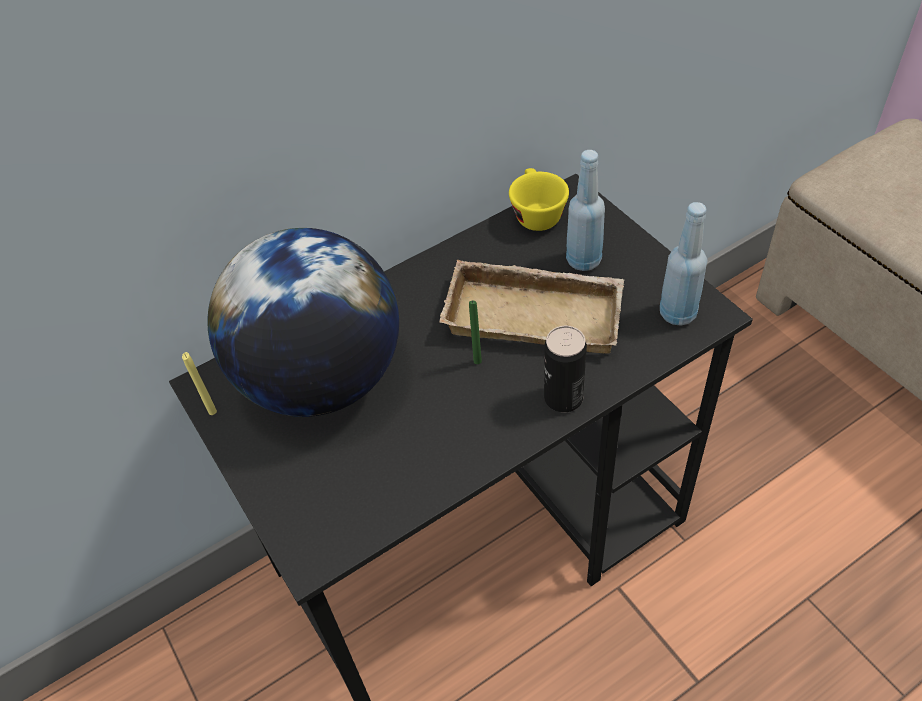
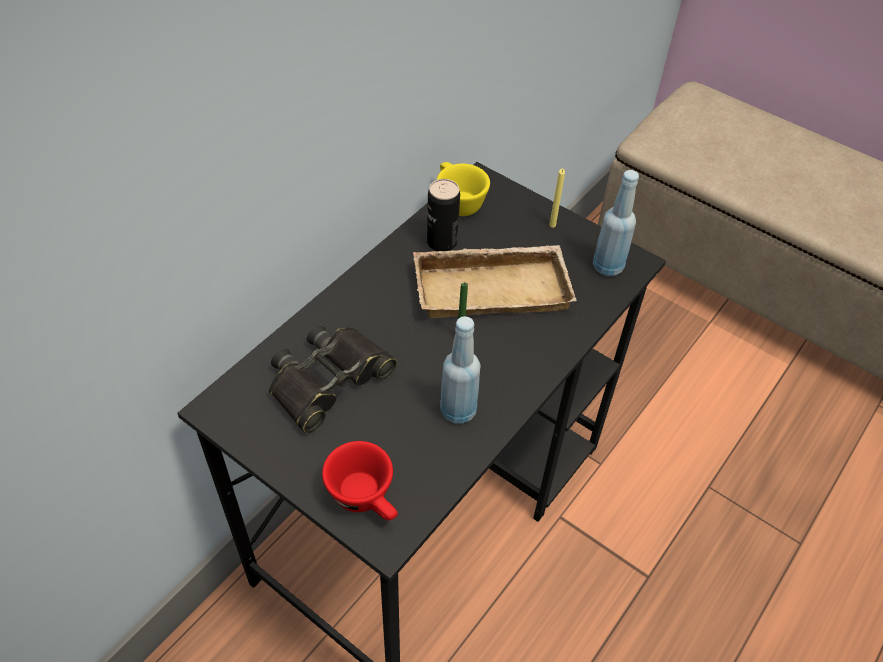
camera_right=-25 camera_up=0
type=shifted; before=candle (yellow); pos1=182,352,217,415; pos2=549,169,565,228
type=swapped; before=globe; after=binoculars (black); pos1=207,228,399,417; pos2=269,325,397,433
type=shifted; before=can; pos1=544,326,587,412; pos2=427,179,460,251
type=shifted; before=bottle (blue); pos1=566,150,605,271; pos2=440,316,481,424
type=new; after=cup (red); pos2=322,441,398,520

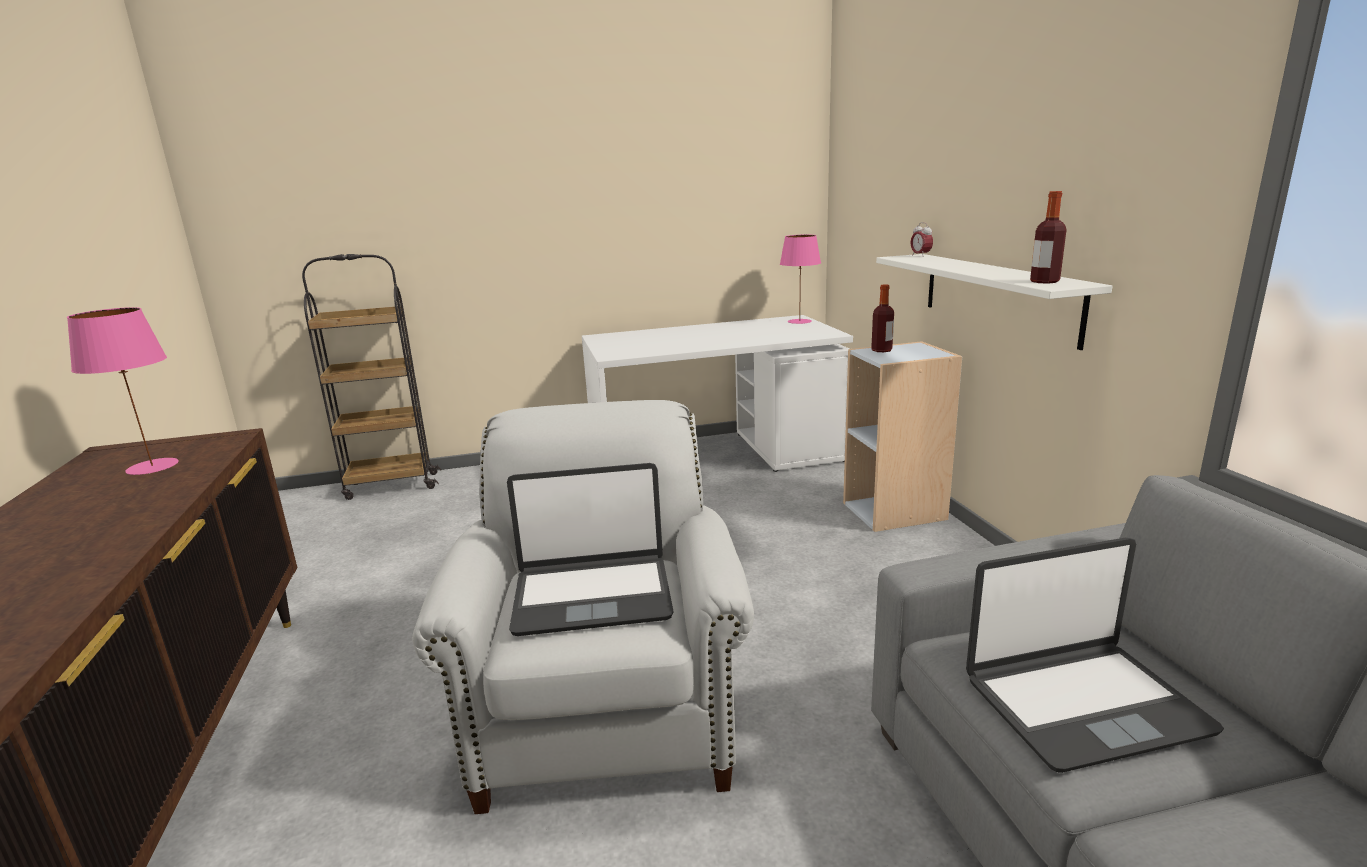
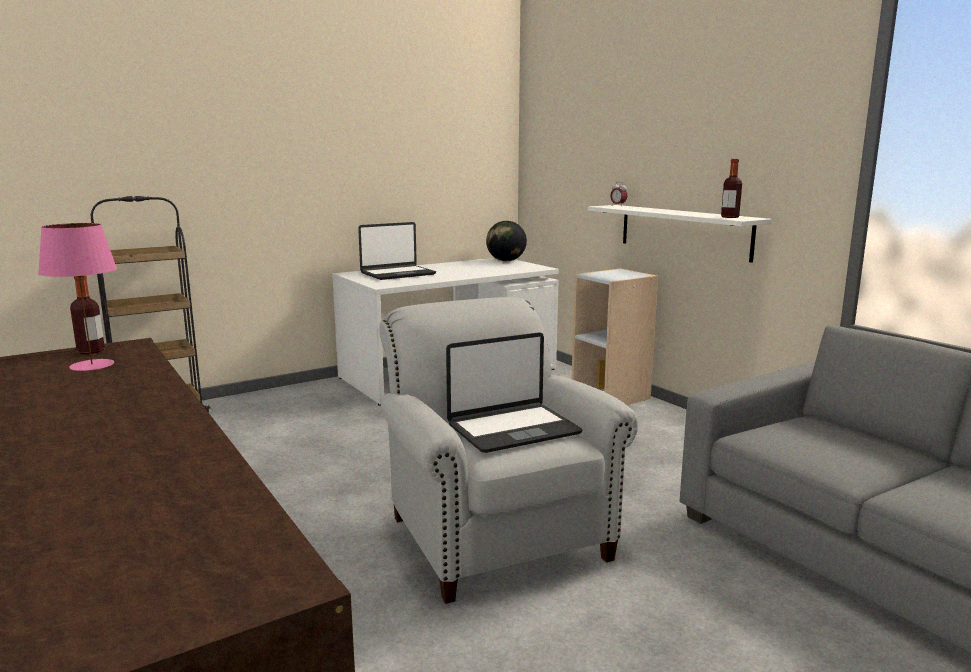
camera_right=-20 camera_up=-5
type=swapped; before=table lamp (pink); after=globe; pos1=780,234,821,324; pos2=486,221,527,261
type=shifted; before=bottle; pos1=871,284,894,352; pos2=70,275,105,354
type=shifted; before=laptop; pos1=966,538,1224,773; pos2=358,222,436,280

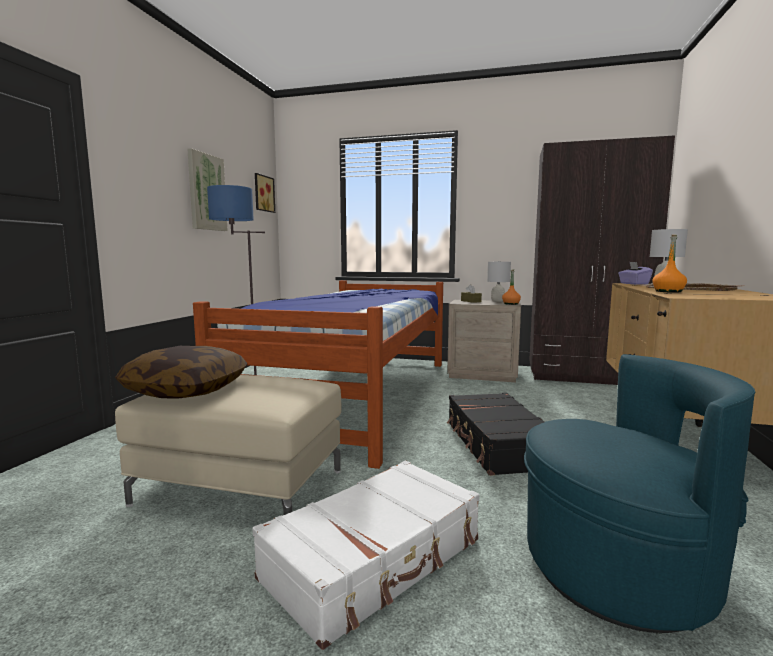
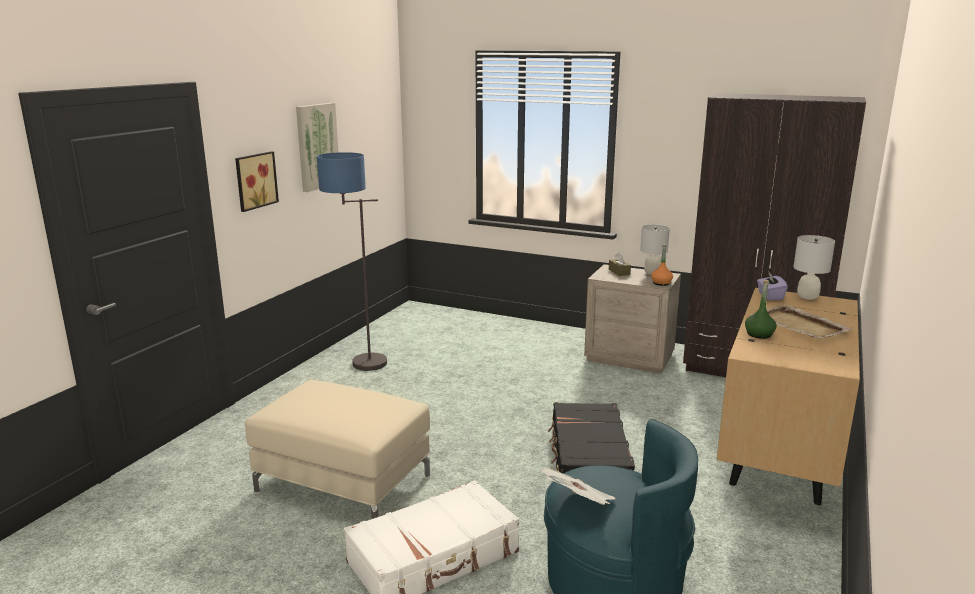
camera_right=10 camera_up=10
type=gone; before=pillow; pos1=115,346,248,398
type=gone; before=bed; pos1=193,280,443,469
type=shifted; before=picture; pos1=255,173,275,213; pos2=235,151,279,212
type=repainted; before=bottle (orange); after=bottle (green); pos1=653,234,687,293; pos2=745,280,777,339
type=new; after=newspaper; pos2=541,468,616,505

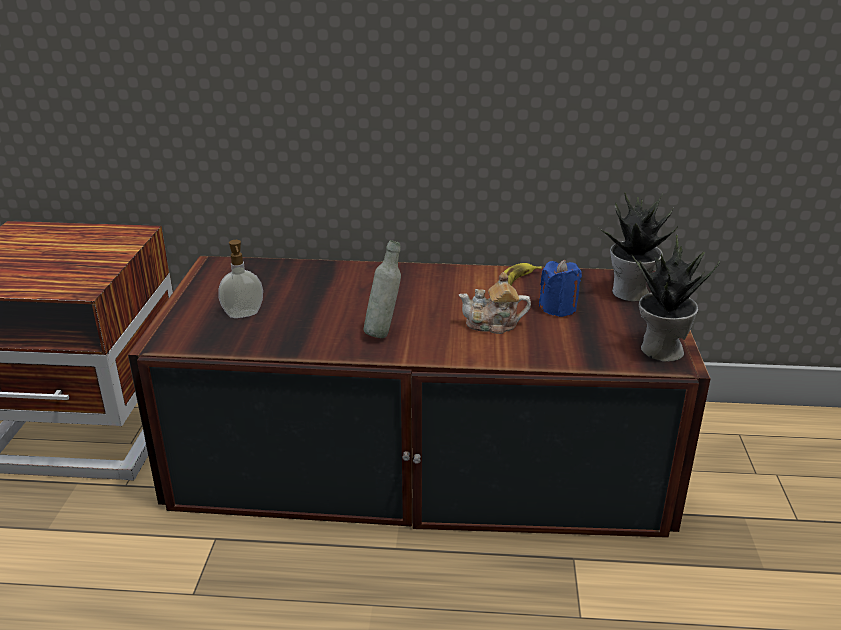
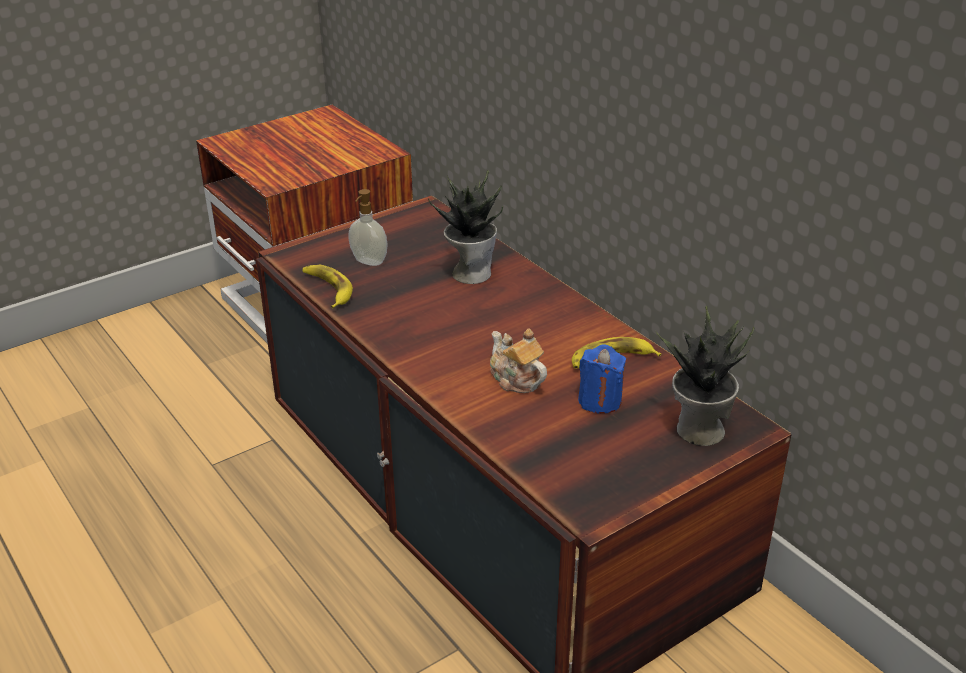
camera_right=50 camera_up=5
type=gone; before=bottle (grey); pos1=364,240,401,338
type=shifted; before=potted plant; pos1=632,234,720,362; pos2=428,170,503,284
type=new; after=banana; pos2=302,265,353,308

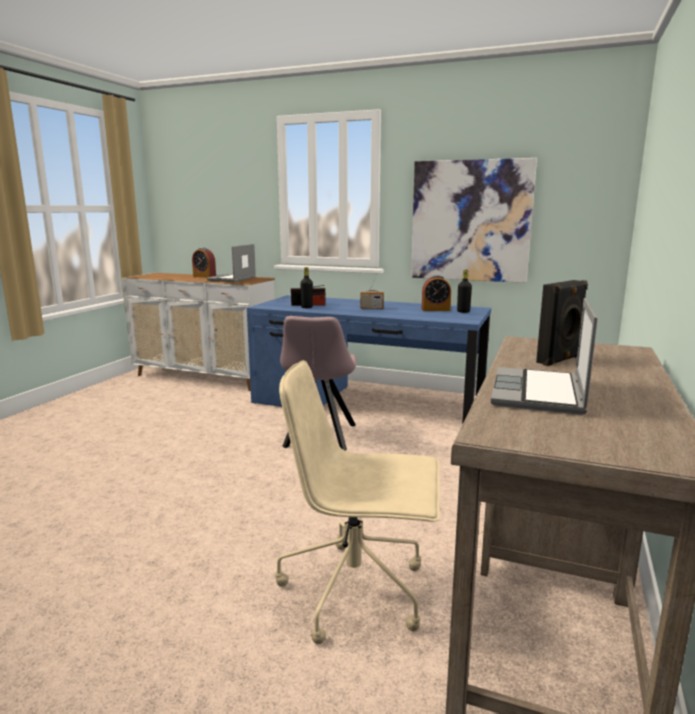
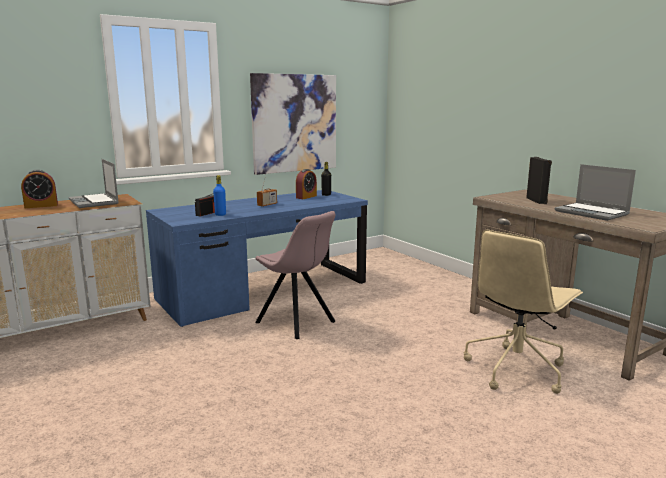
camera_right=-55 camera_up=0
type=repainted; before=bottle (black); after=bottle (blue); pos1=300,267,313,308; pos2=213,175,226,216

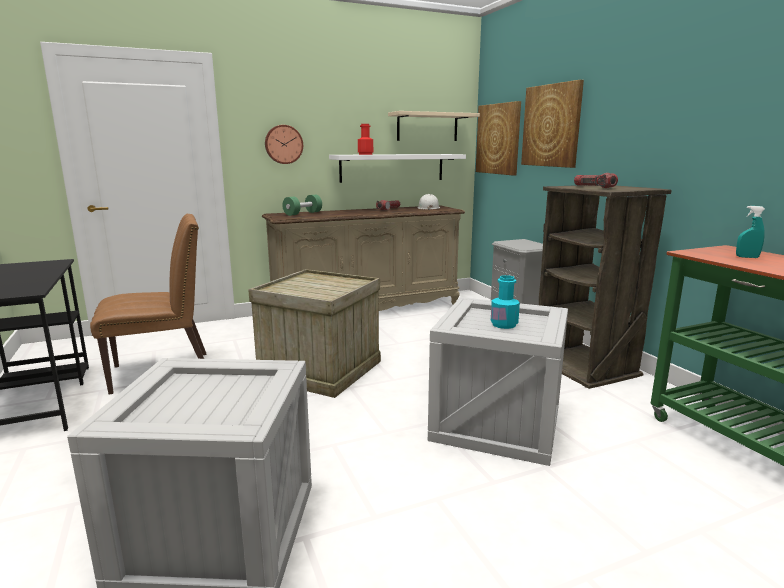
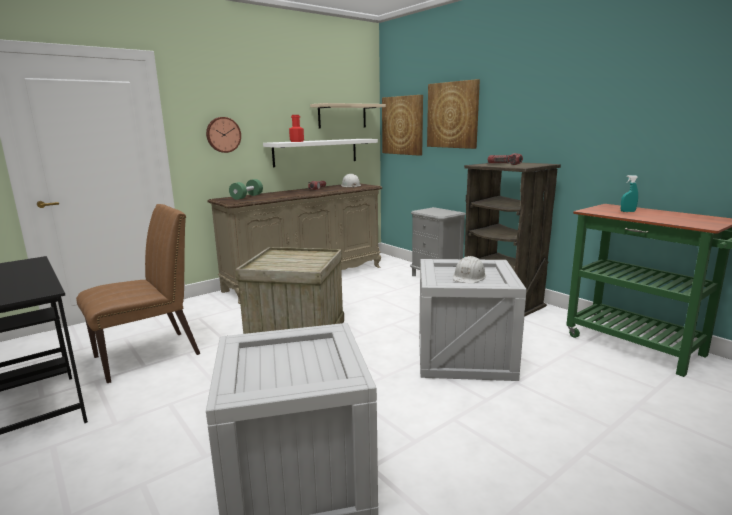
camera_right=-15 camera_up=0
type=swapped; before=bottle (turquoise); after=hard hat (white); pos1=491,275,520,329; pos2=453,256,486,283

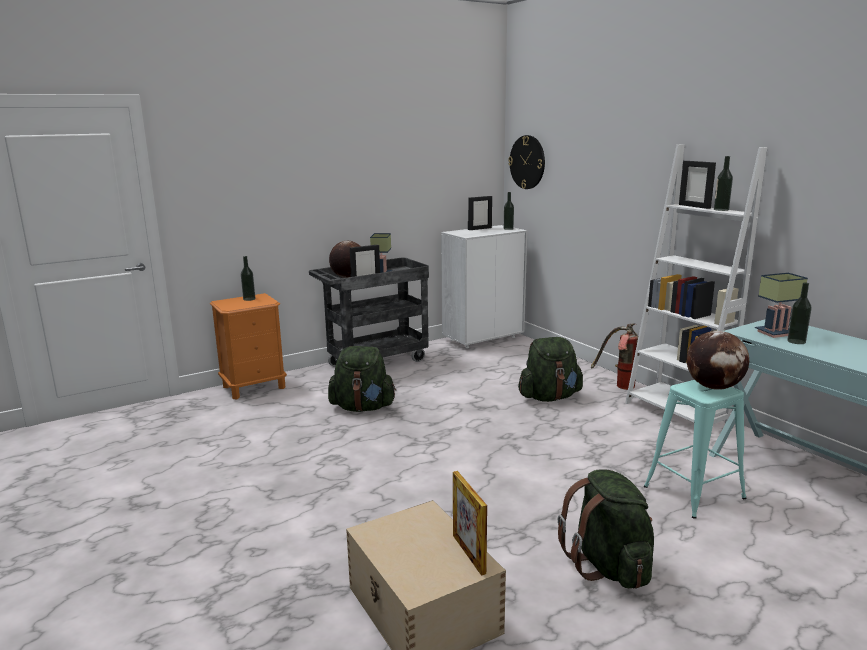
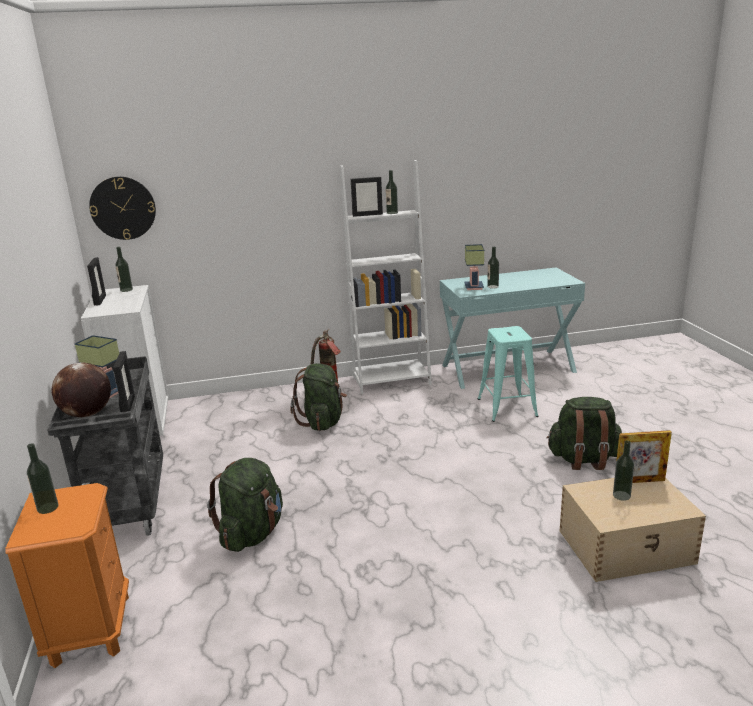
camera_right=-70 camera_up=5
type=gone; before=globe; pos1=687,331,750,390
type=new; after=bottle; pos2=613,441,634,501

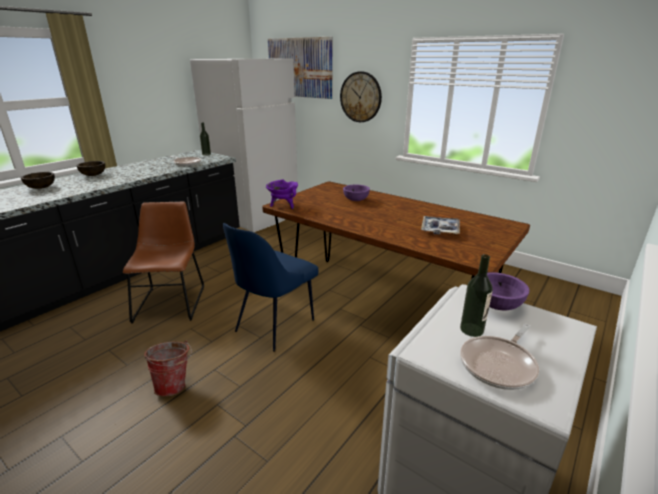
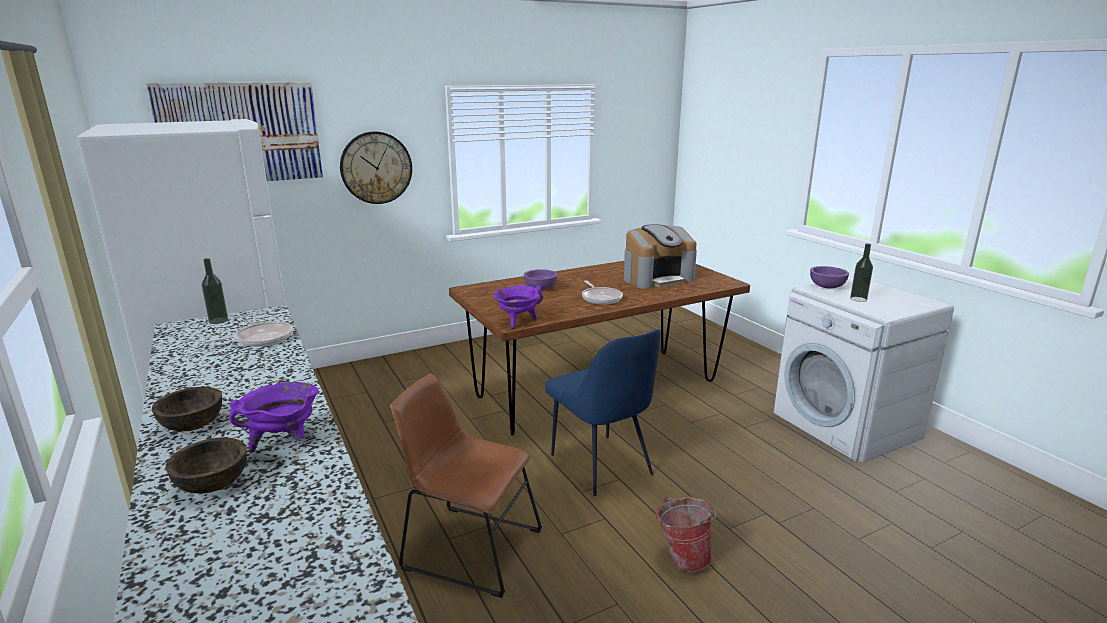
camera_right=-65 camera_up=-5
type=swapped; before=tray; after=coffee machine; pos1=421,216,460,234; pos2=624,224,697,289
type=shifted; before=frying pan; pos1=460,324,539,390; pos2=582,280,623,304
type=new; after=cooking pot (purple); pos2=229,382,319,453

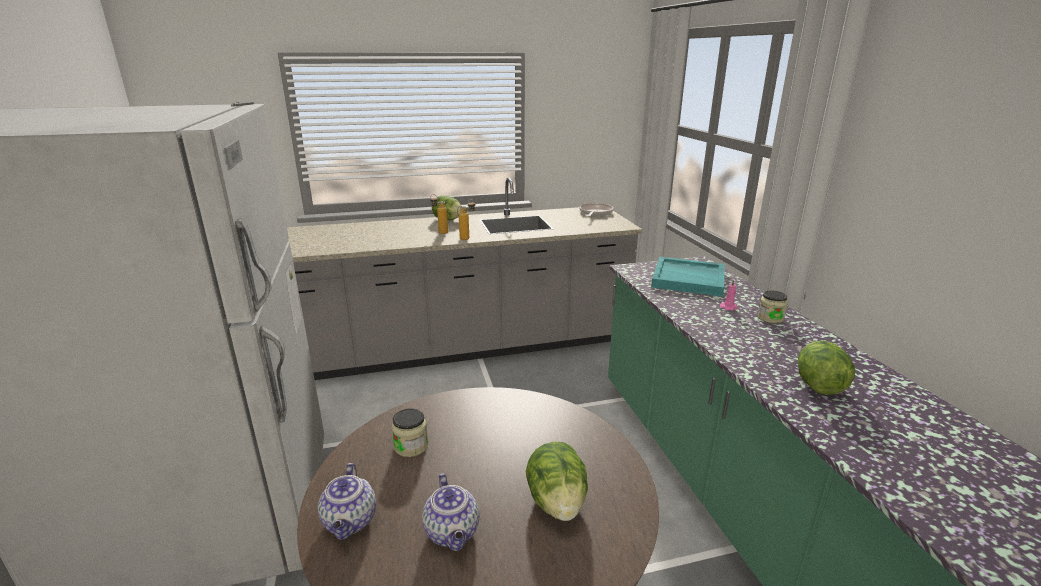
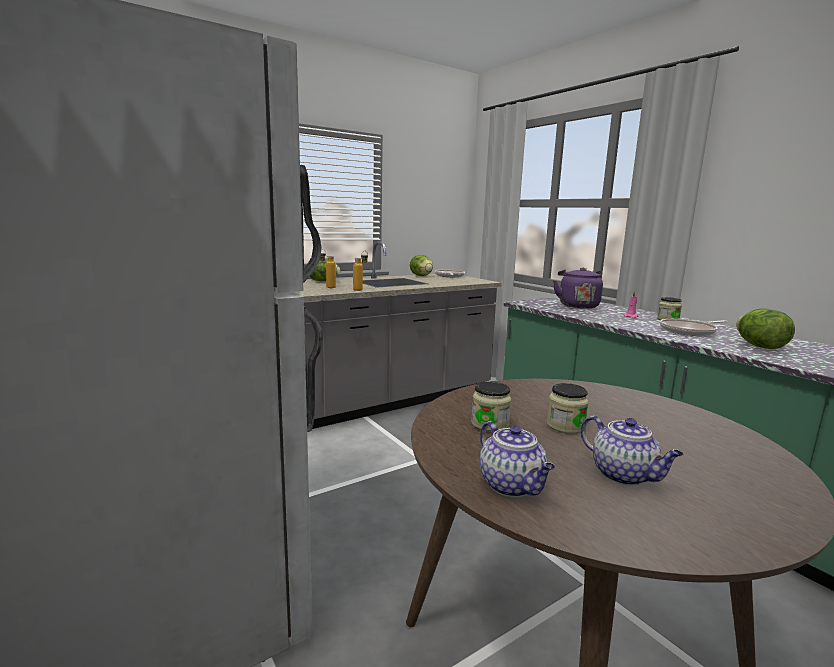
camera_right=-20 camera_up=-10
type=shifted; before=lettuce; pos1=526,442,588,521; pos2=410,255,433,276
type=swapped; before=tray (turquoise); after=kettle (purple); pos1=651,257,725,297; pos2=553,268,603,309
type=new; after=jar; pos2=547,383,589,434
type=new; after=frying pan; pos2=660,319,728,336

